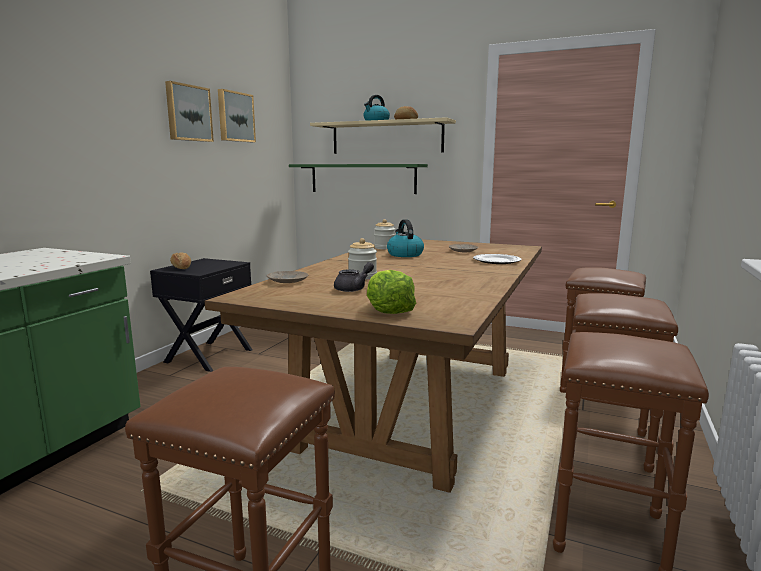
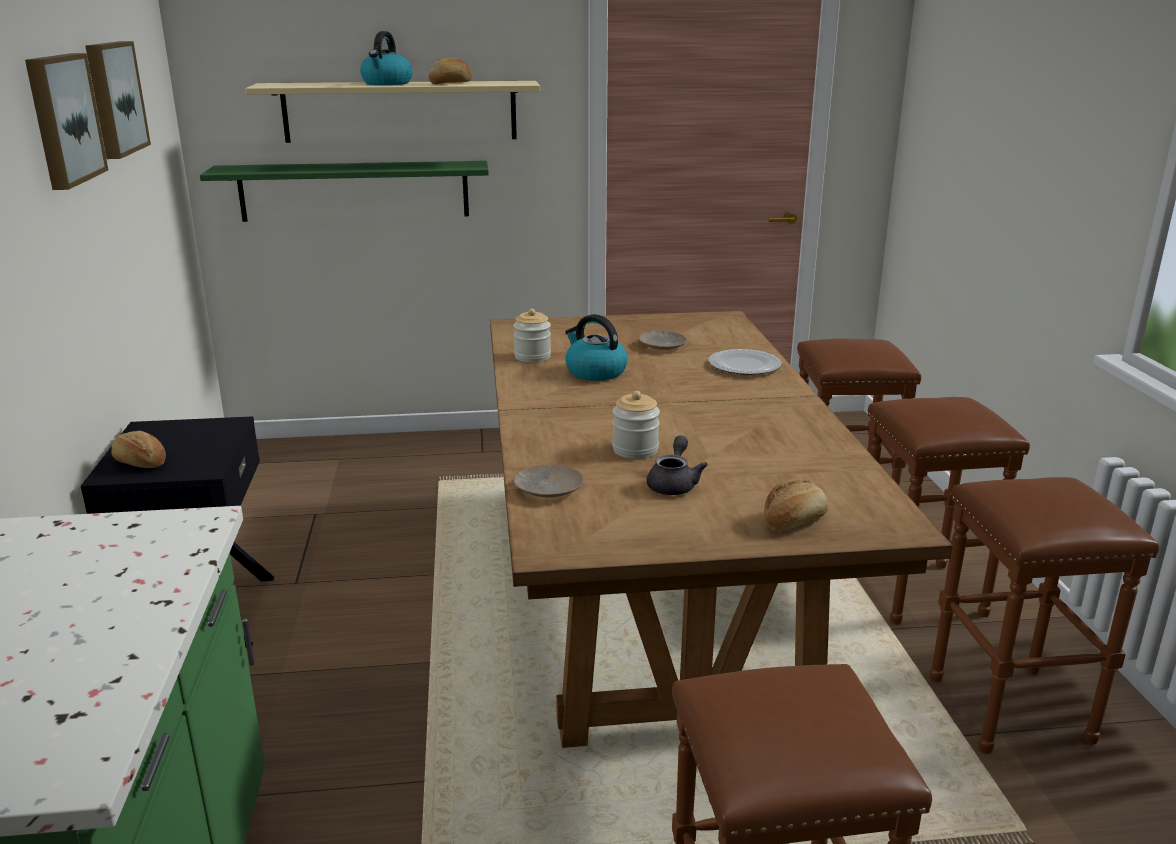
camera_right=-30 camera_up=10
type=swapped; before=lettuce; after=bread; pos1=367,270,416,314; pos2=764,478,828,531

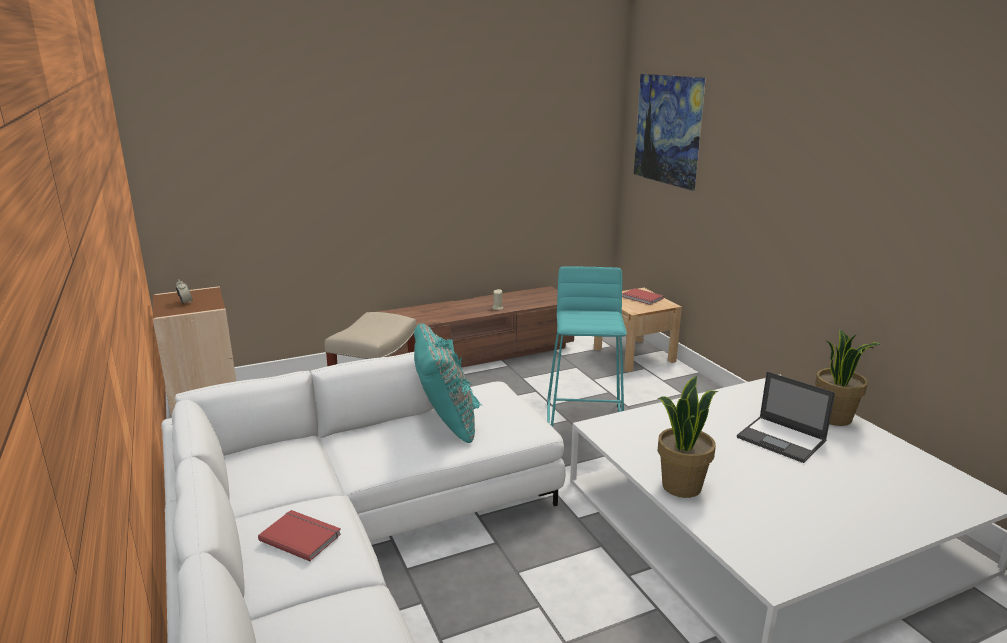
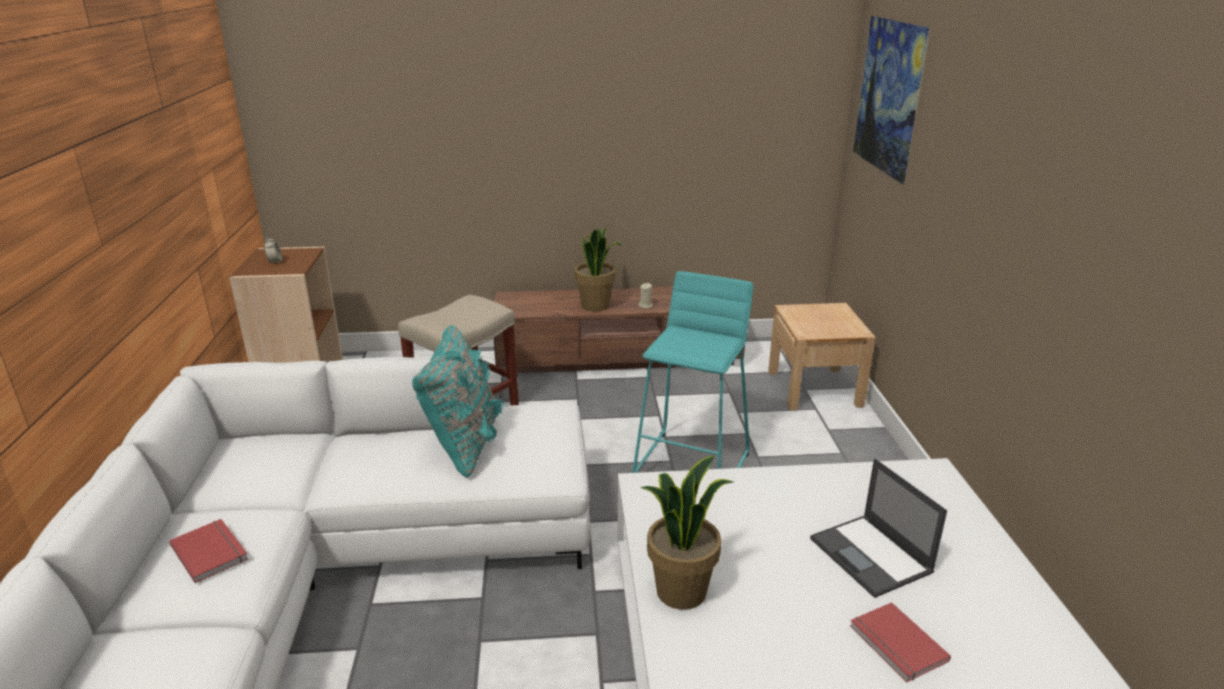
camera_right=20 camera_up=5
type=shifted; before=book (red); pos1=622,288,664,305; pos2=850,602,951,682
type=shifted; before=potted plant; pos1=815,329,880,426; pos2=575,227,622,311

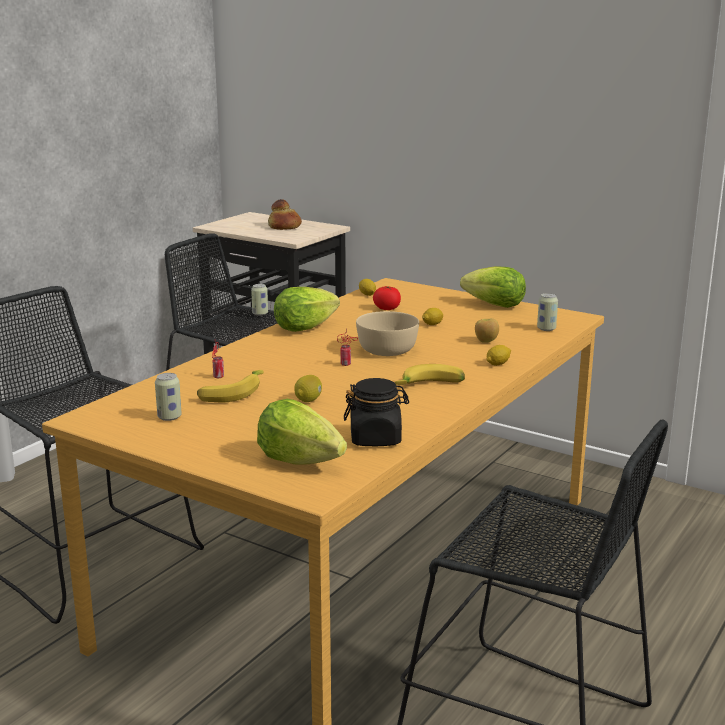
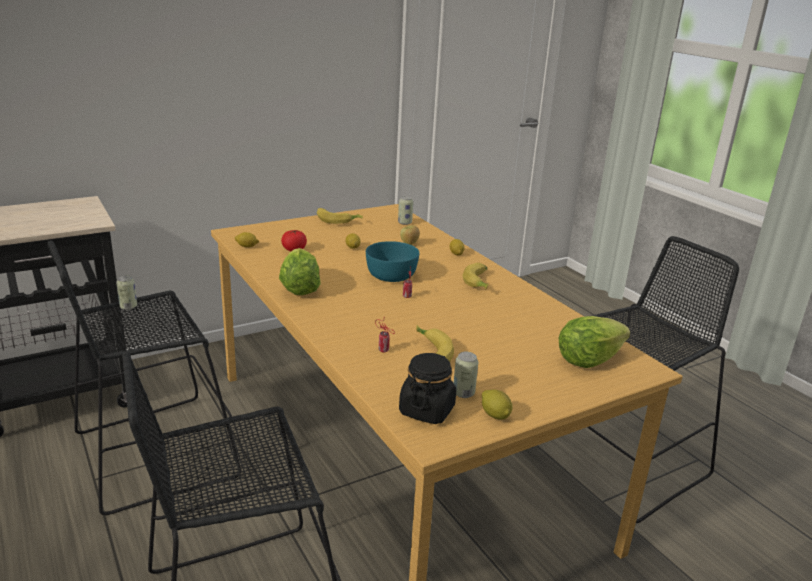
camera_right=-65 camera_up=5
type=gone; before=bread; pos1=268,199,302,230
type=shifted; before=lemon; pos1=294,375,322,402; pos2=482,389,513,420
type=shifted; before=jar (black); pos1=344,378,409,446; pos2=399,353,456,424
type=repainted; before=bowl (beige); after=bowl (turquoise); pos1=356,311,419,356; pos2=366,241,419,282
type=swapped; before=lettuce; after=banana; pos1=460,266,526,308; pos2=317,208,363,224

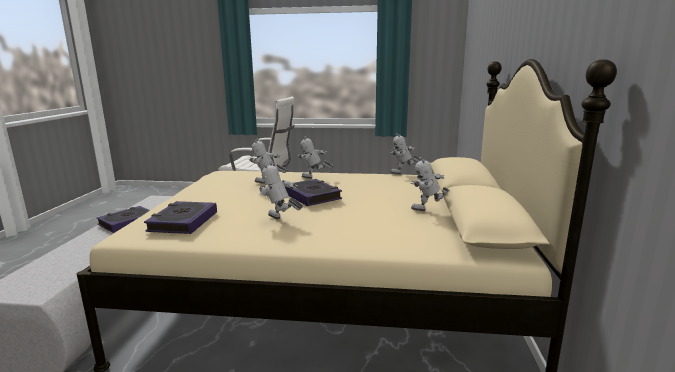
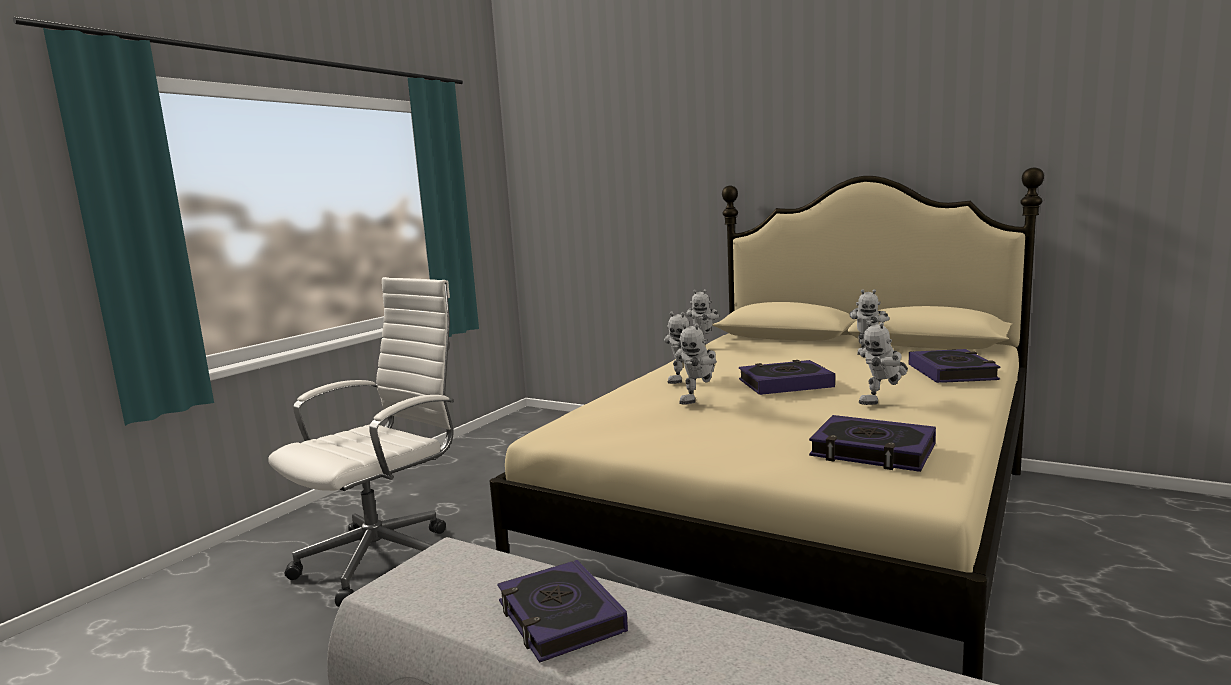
camera_right=-65 camera_up=-5
type=new; after=book; pos2=909,349,1000,383

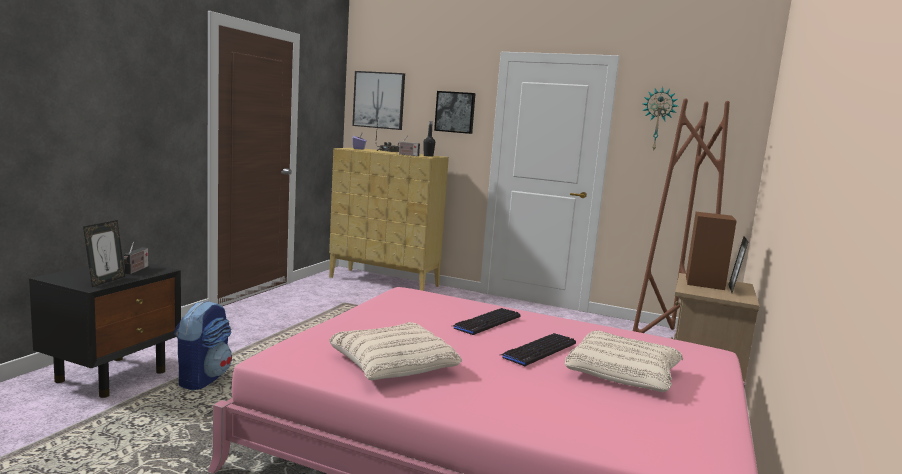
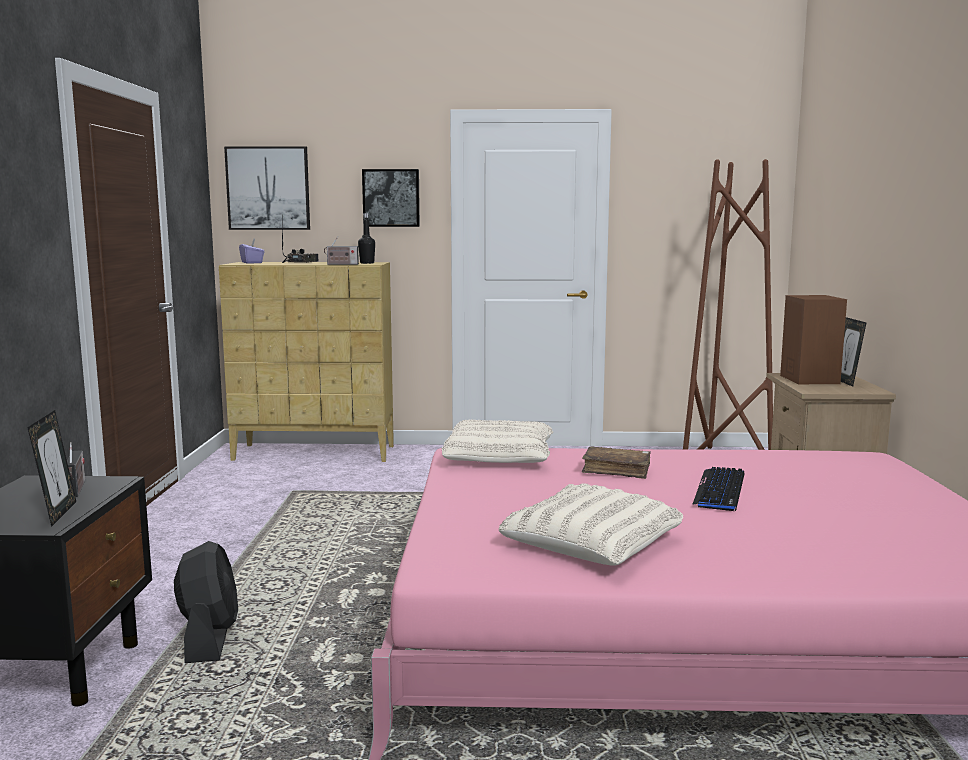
camera_right=-20 camera_up=0
type=swapped; before=backpack; after=fan (black); pos1=174,300,232,390; pos2=174,541,238,663
type=swapped; before=keyboard; after=book (brown); pos1=453,308,520,335; pos2=582,446,651,479
type=shifted; before=pillow (beige); pos1=565,330,684,392; pos2=441,419,553,463
type=gone; before=wall clock; pos1=642,87,678,150

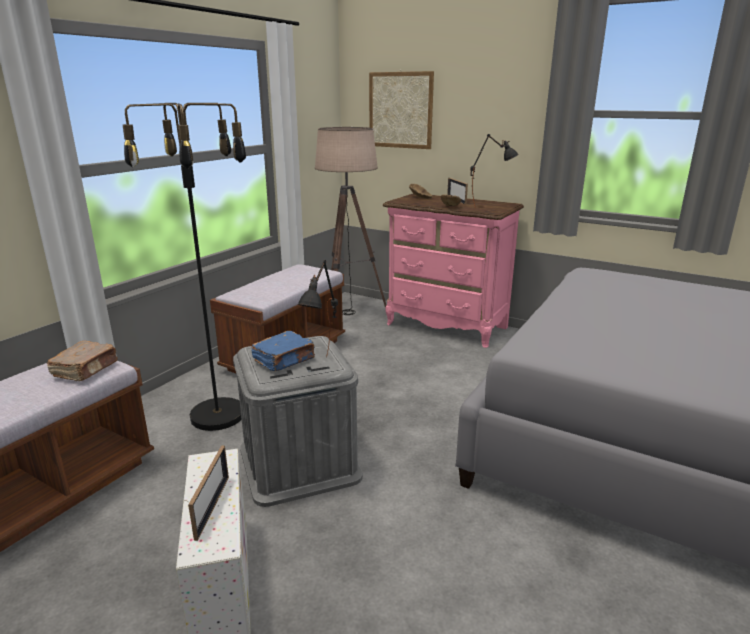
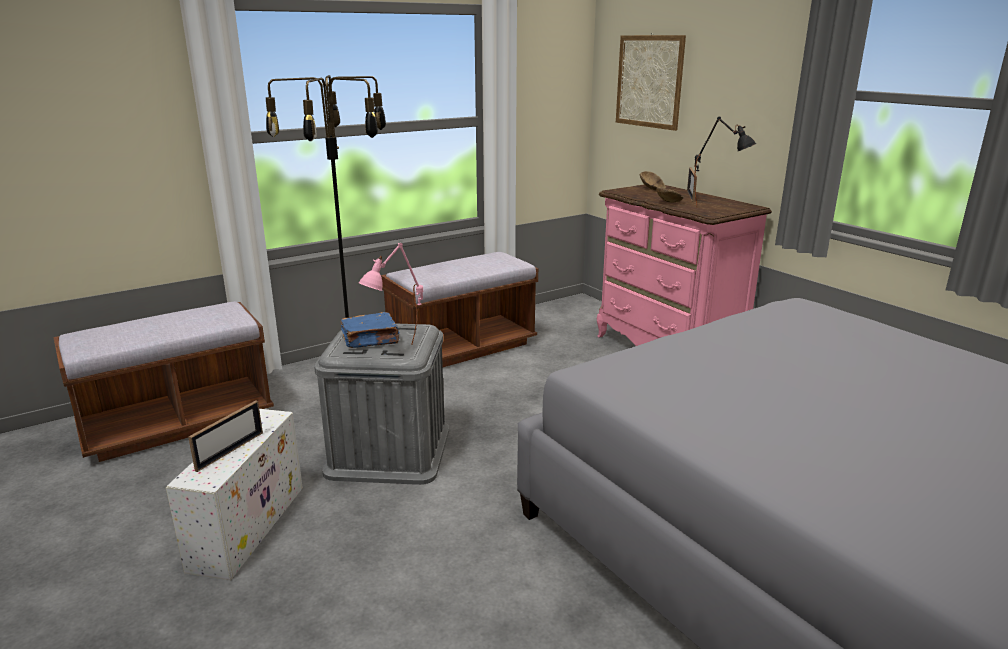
camera_right=25 camera_up=0
type=gone; before=book (brown); pos1=47,341,118,381
type=repainted; before=table lamp (black); after=table lamp (pink); pos1=297,260,338,357; pos2=359,243,423,345
type=gone; before=floor lamp; pos1=315,127,386,315

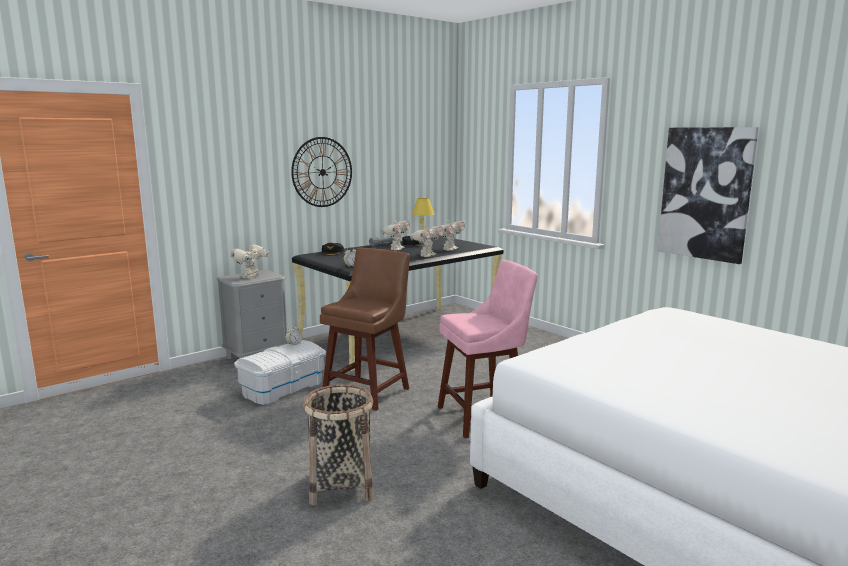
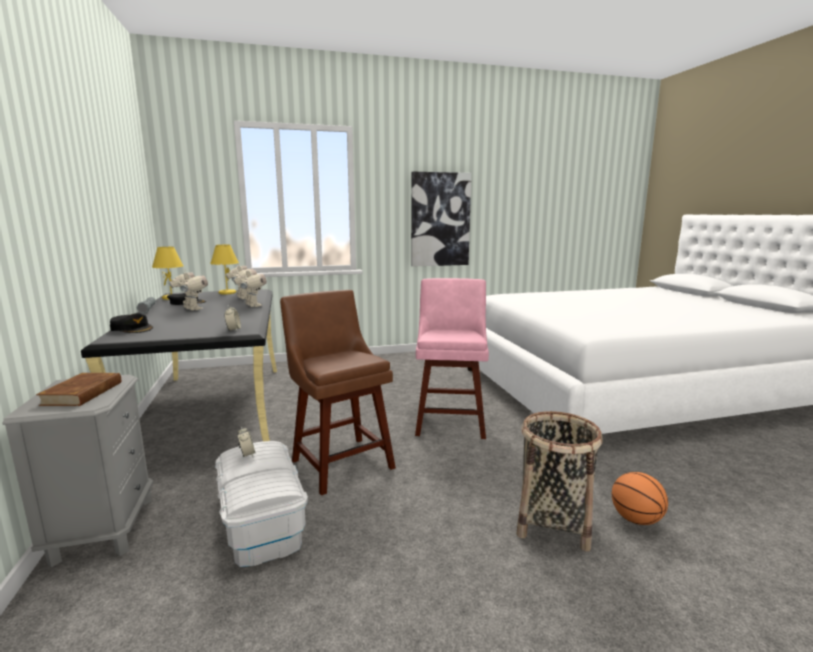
camera_right=-65 camera_up=0
type=swapped; before=toy robot; after=book (brown); pos1=230,242,269,279; pos2=36,373,121,406
type=gone; before=wall clock; pos1=291,137,352,207
type=new; after=table lamp (yellow); pos2=210,245,239,294
type=new; after=basketball; pos2=612,472,668,525

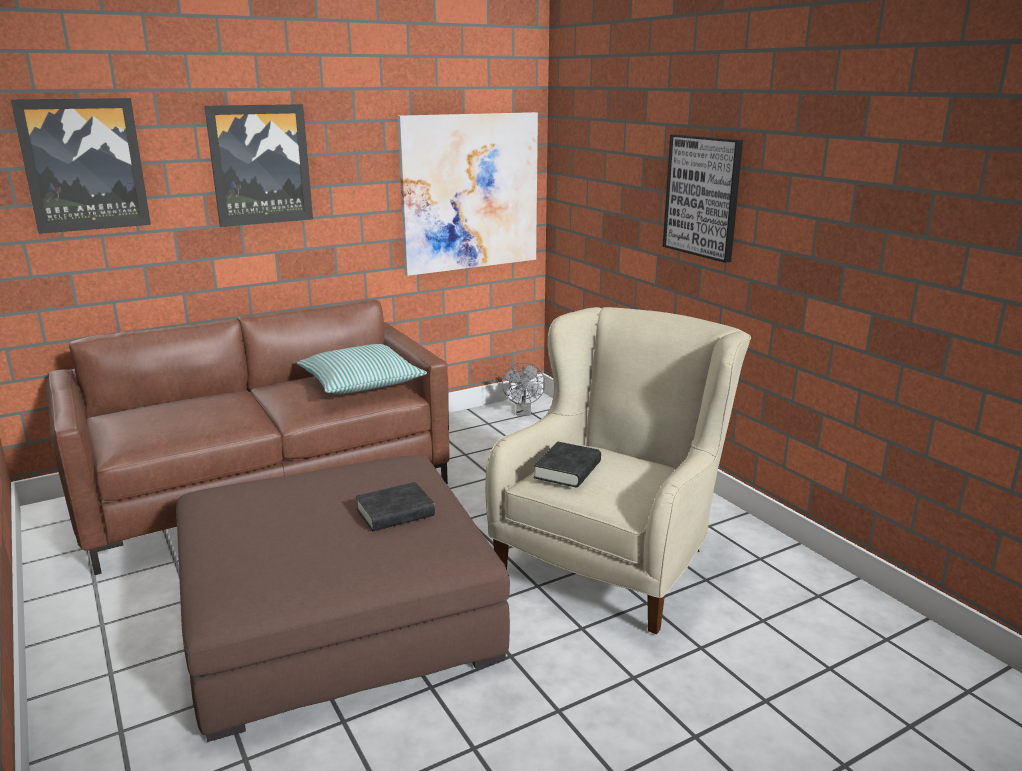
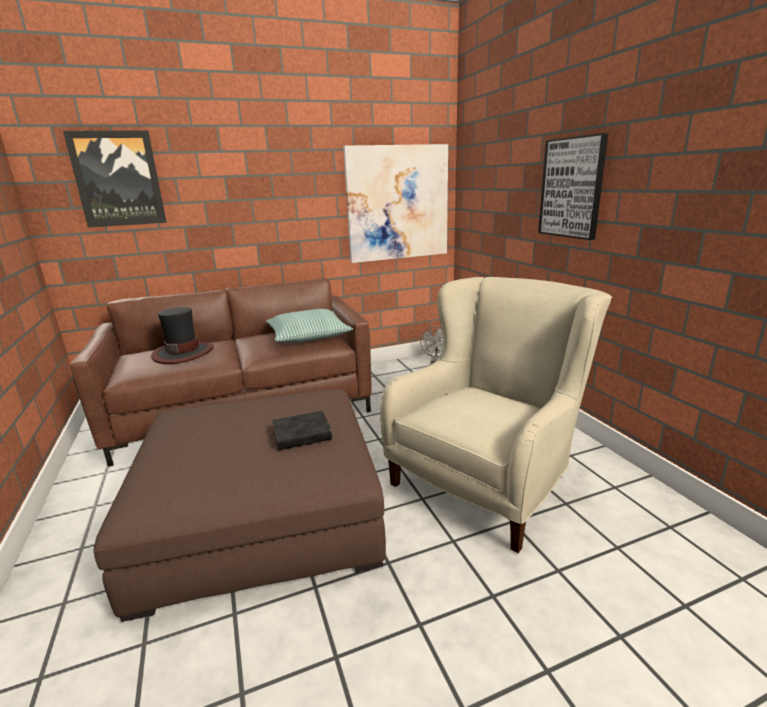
camera_right=10 camera_up=0
type=gone; before=picture; pos1=204,104,313,227
type=gone; before=book (black); pos1=534,442,601,487
type=new; after=hat; pos2=151,307,214,364

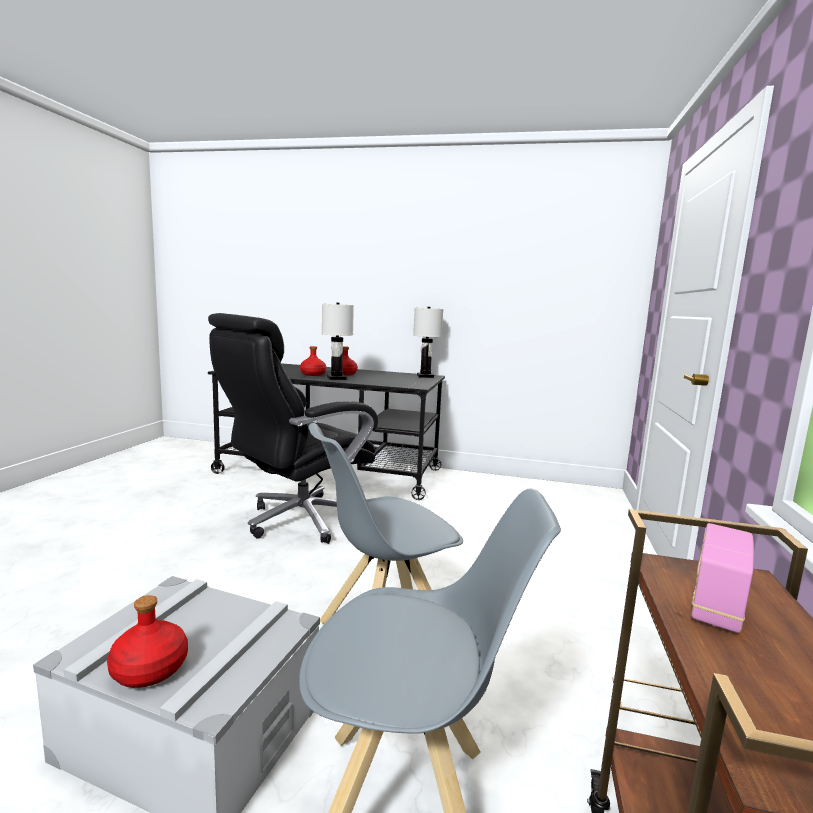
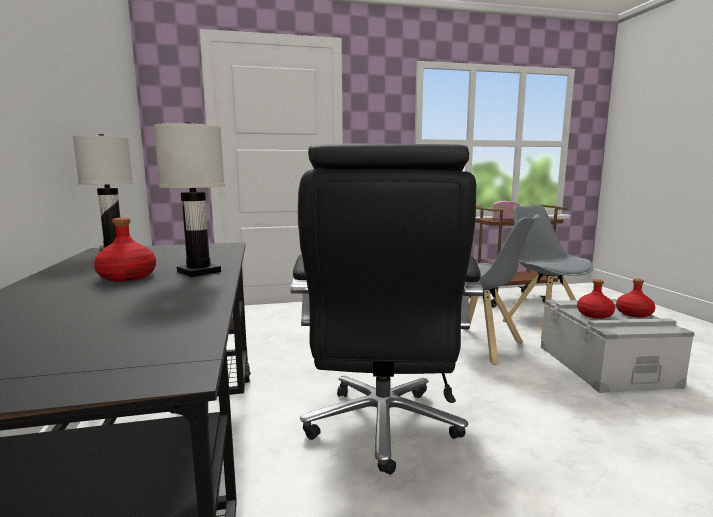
camera_right=-115 camera_up=0
type=rotated; before=office chair (black); pos1=208,313,378,544; pos2=290,143,483,475; turn=75
type=shifted; before=bottle (red); pos1=300,346,326,376; pos2=577,279,615,319

